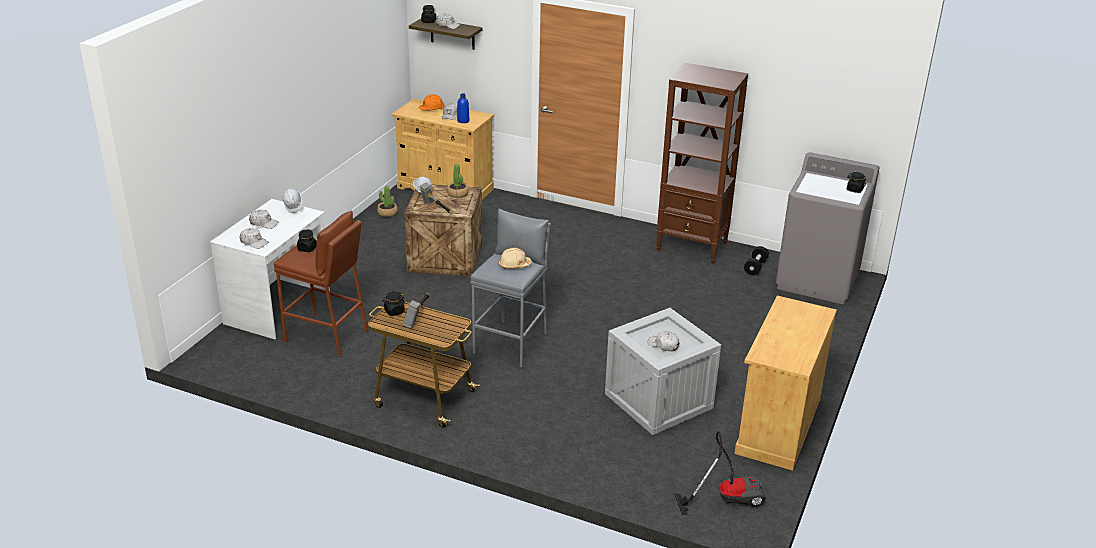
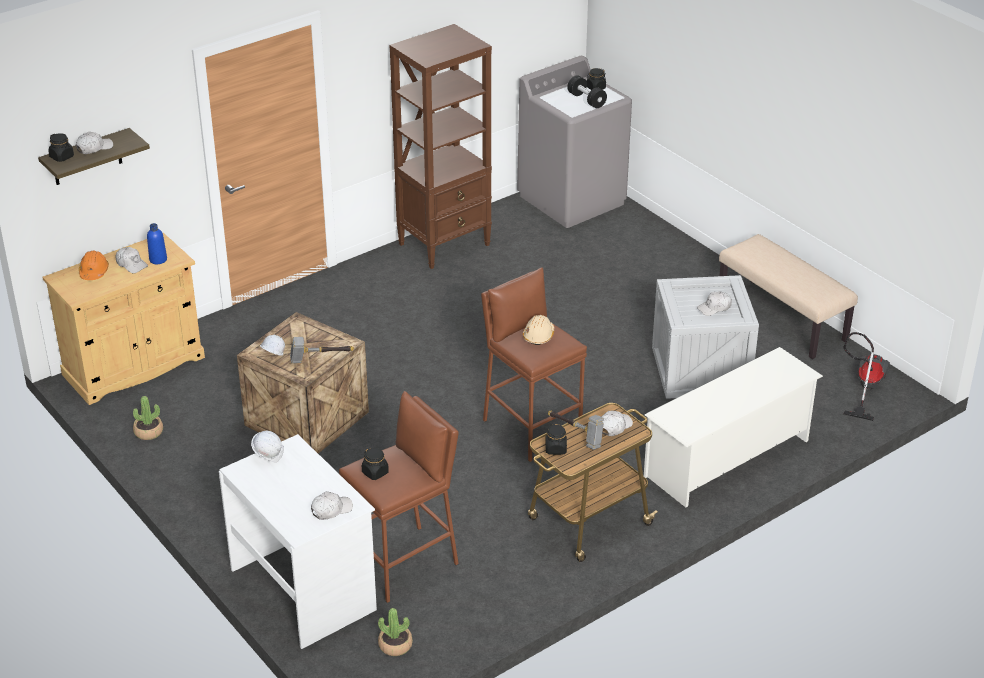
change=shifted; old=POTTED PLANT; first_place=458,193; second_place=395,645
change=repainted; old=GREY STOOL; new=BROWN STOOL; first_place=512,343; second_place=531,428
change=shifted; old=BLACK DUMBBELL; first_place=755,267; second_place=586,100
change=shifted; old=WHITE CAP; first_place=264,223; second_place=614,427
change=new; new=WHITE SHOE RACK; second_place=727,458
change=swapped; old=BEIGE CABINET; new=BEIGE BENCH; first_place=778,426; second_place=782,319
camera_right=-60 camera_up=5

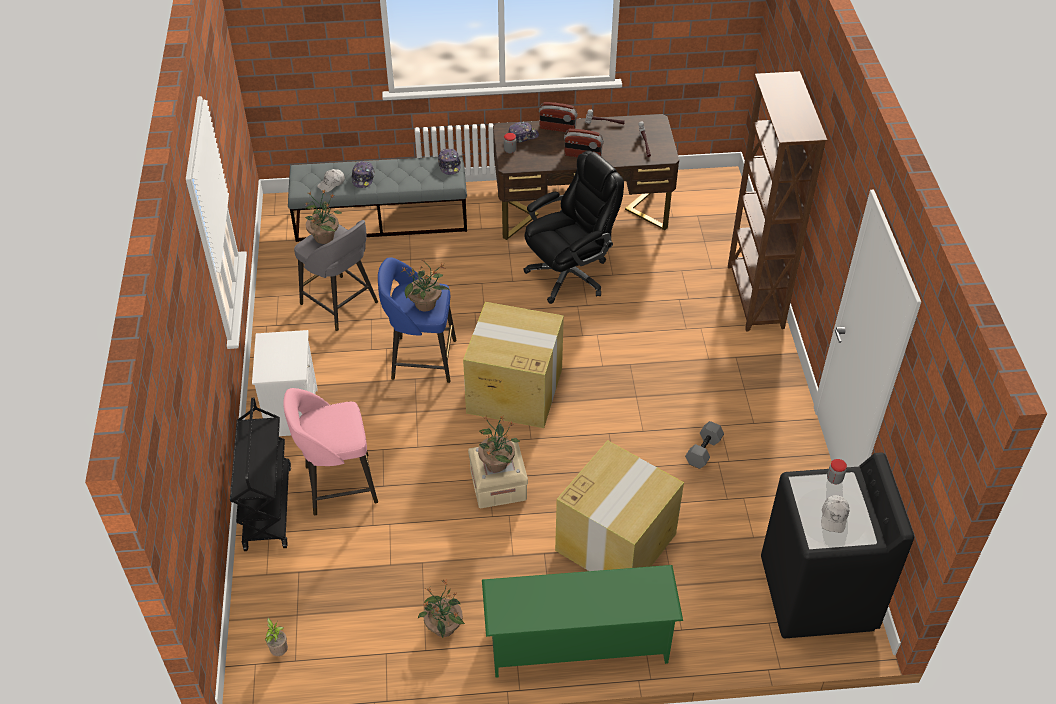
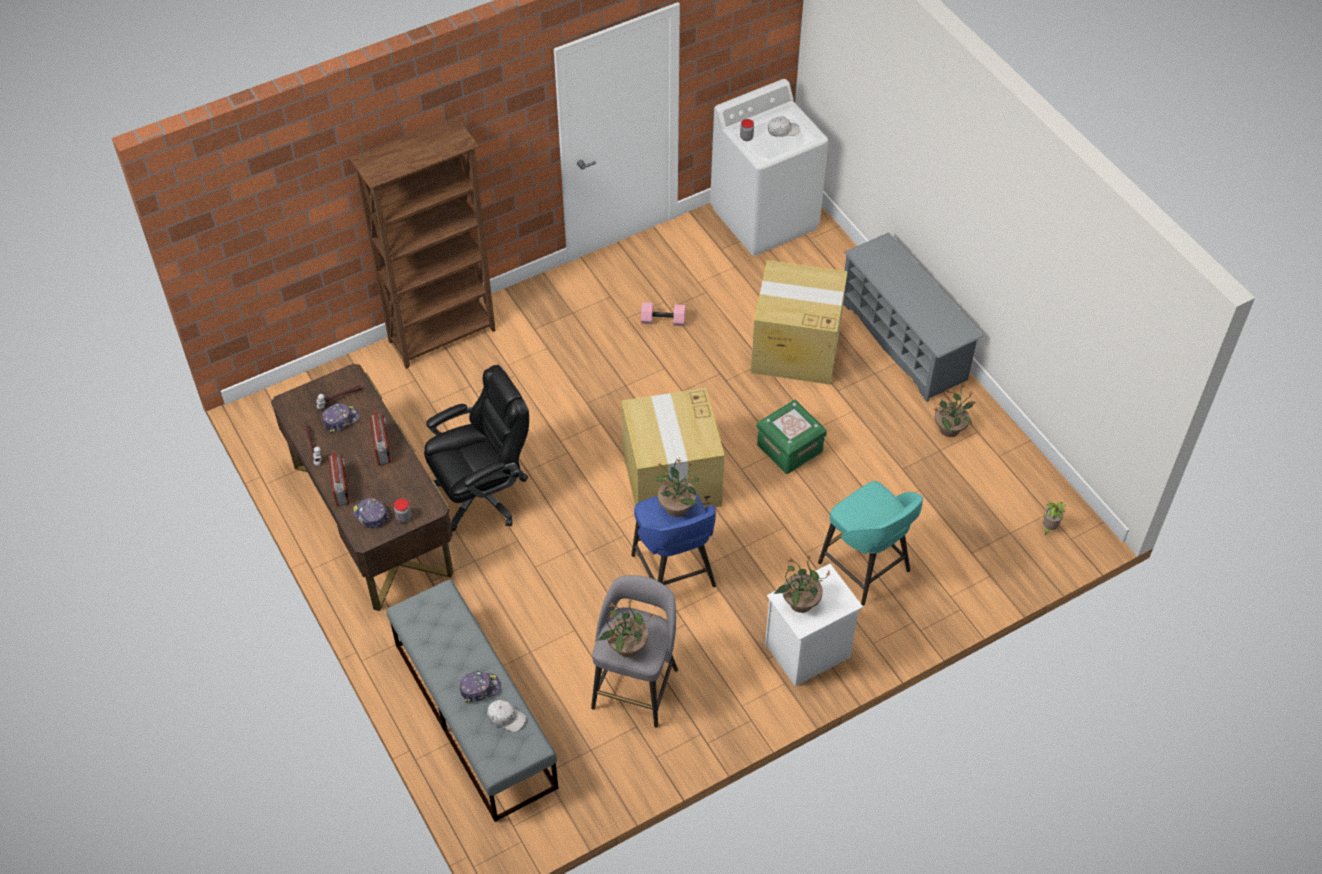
change=shifted; old=CAP; first_place=449,165; second_place=341,420
change=rotated; old=BLACK OFFICE CHAIR; first_place=570,274; second_place=482,494; degrees=120
change=repainted; old=GREY DUMBBELL; new=PINK DUMBBELL; first_place=704,451; second_place=663,320
change=repainted; old=BLACK WASHING MACHINE; new=WHITE WASHING MACHINE; first_place=817,595; second_place=765,218
change=repainted; old=BEIGE STORAGE BOX; new=GREEN STORAGE BOX; first_place=498,485; second_place=789,448
change=shifted; old=POTTED PLANT; first_place=497,462; second_place=800,602
change=repainted; old=PINK STOOL; new=TURQUOISE STOOL; first_place=338,485; second_place=866,569
change=repainted; old=GREEN SHOE RACK; new=GREY SHOE RACK; first_place=578,643; second_place=904,341
change=gone; old=BLACK CART; first_place=267,507
camera_right=-115 camera_up=5

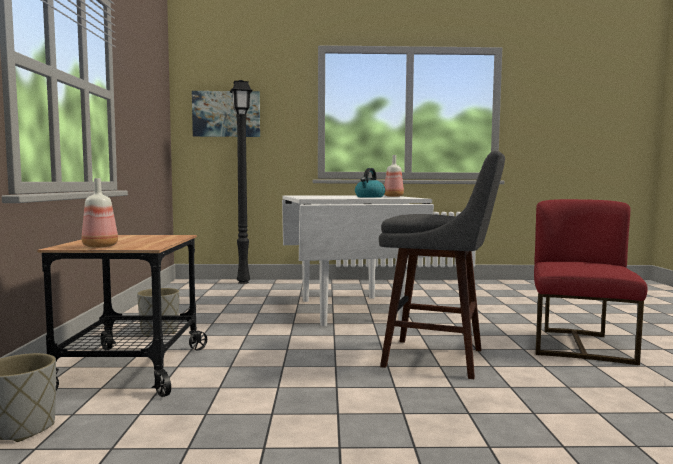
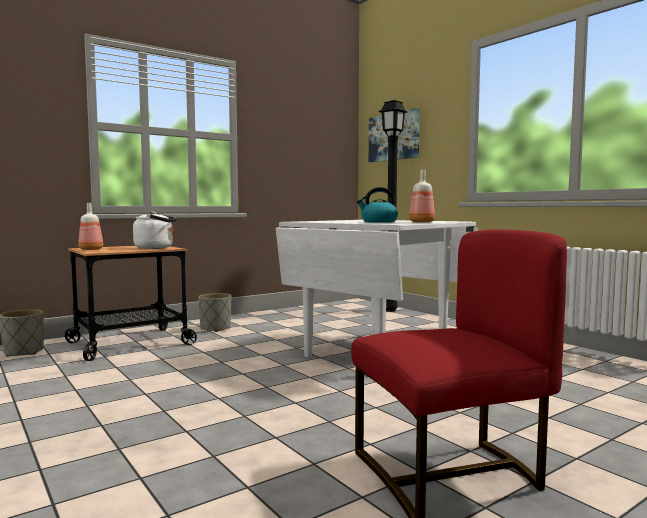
change=new; new=WHITE KETTLE; second_place=156,248
change=gone; old=GREY STOOL; first_place=440,358
camera_right=55 camera_up=0

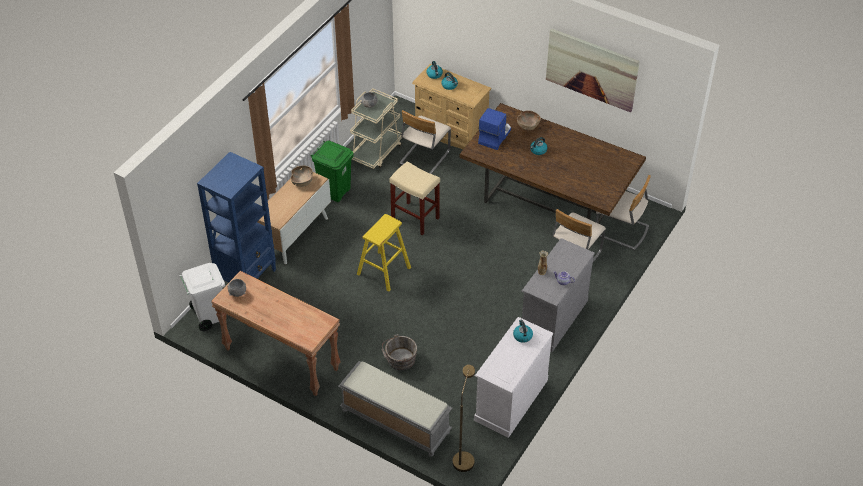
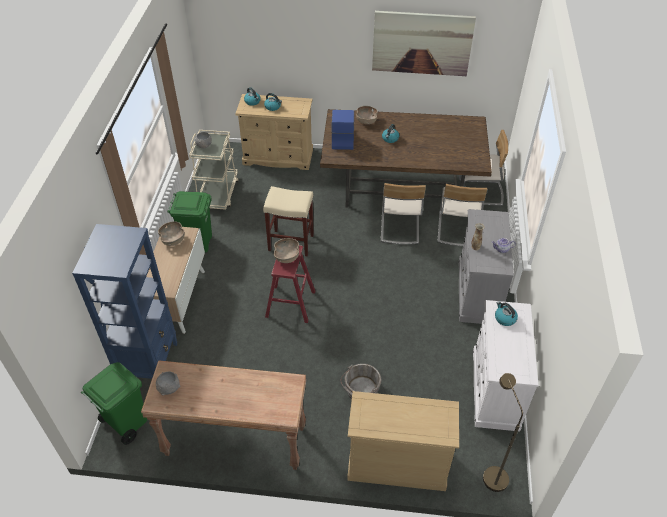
change=repainted; old=WHITE TRASH CAN; new=GREEN TRASH CAN; first_place=209,315; second_place=126,422
change=repainted; old=YELLOW STOOL; new=RED STOOL; first_place=384,271; second_place=290,304
change=new; new=BROWN BOWL; second_place=287,257
change=swapped; old=GREY BENCH; new=BEIGE DRESSER; first_place=394,421; second_place=397,463
change=shifted; old=BEIGE CHAIR; first_place=424,157; second_place=399,227
camera_right=-25 camera_up=0

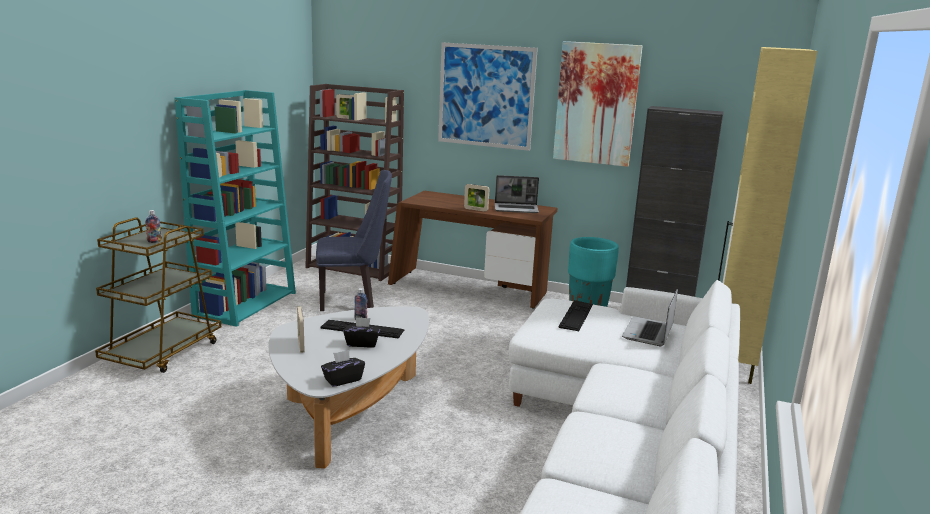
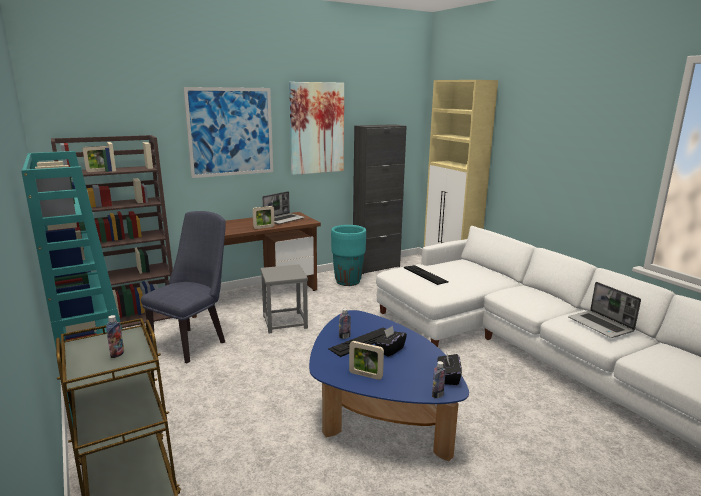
change=new; new=GREY STOOL; second_place=285,322
change=repainted; old=WHITE COFFEE TABLE; new=BLUE COFFEE TABLE; first_place=351,410; second_place=377,412
change=new; new=BOTTLE; second_place=437,395
change=shifted; old=LAPTOP; first_place=648,333; second_place=601,325
camera_right=-50 camera_up=0

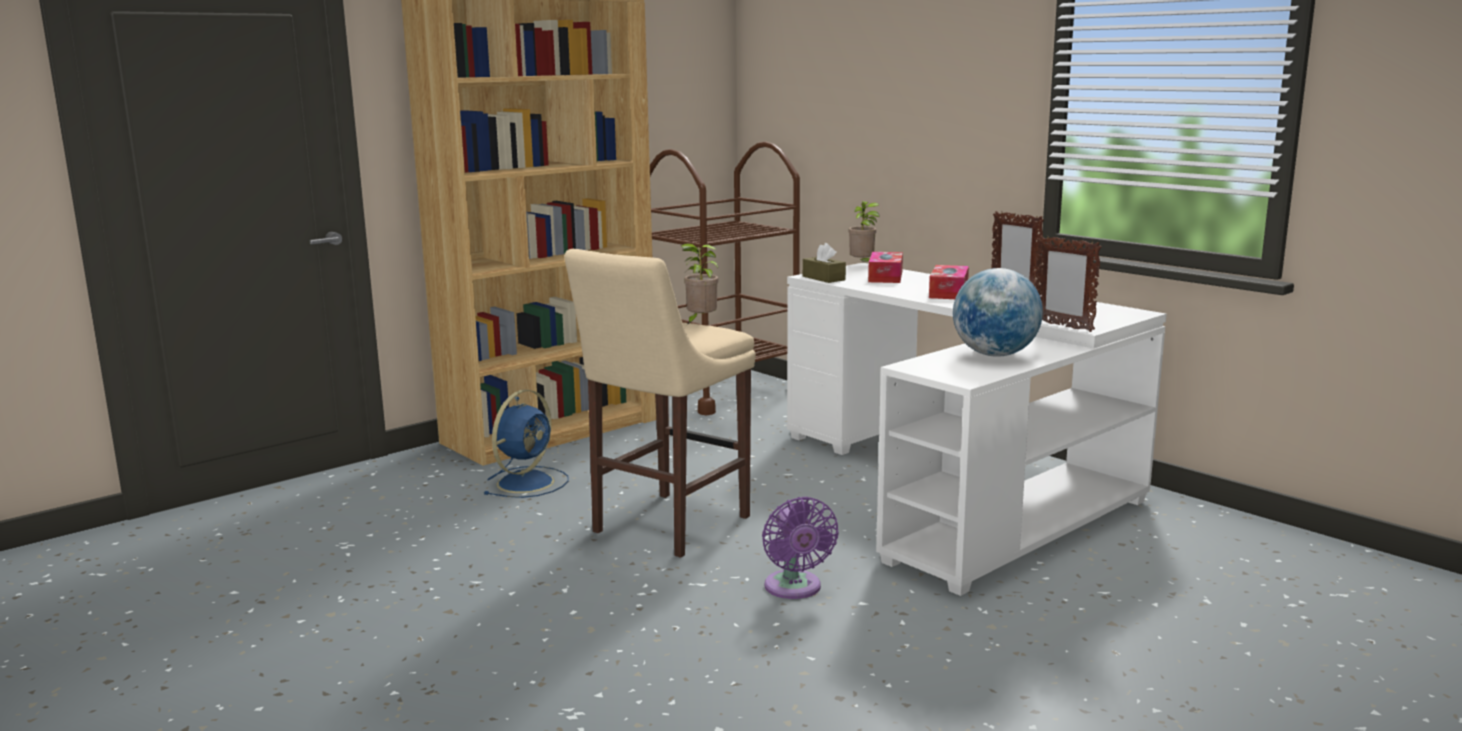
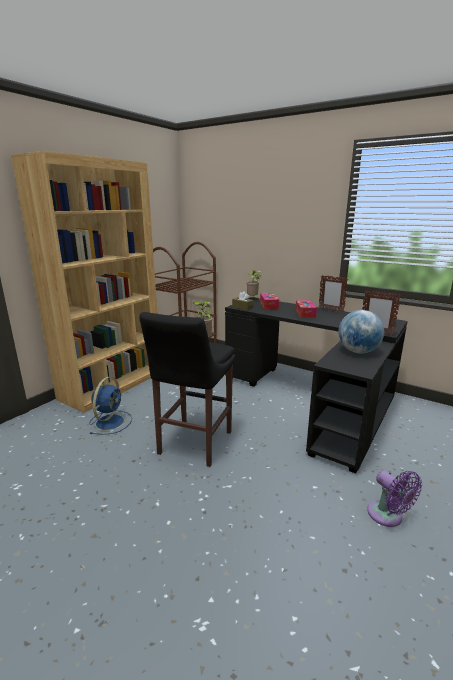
change=repainted; old=BEIGE STOOL; new=BLACK STOOL; first_place=666,526; second_place=193,444
change=repainted; old=WHITE DESK; new=BLACK DESK; first_place=959,487; second_place=314,400
change=shifted; old=PURPLE FAN; first_place=794,589; second_place=387,516
camera_right=-15 camera_up=5

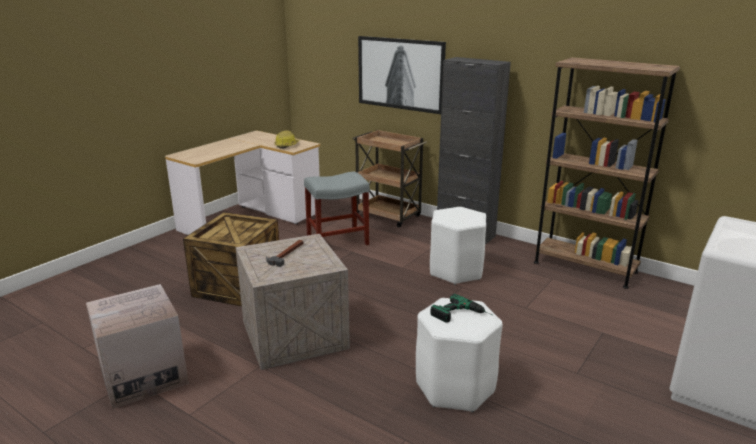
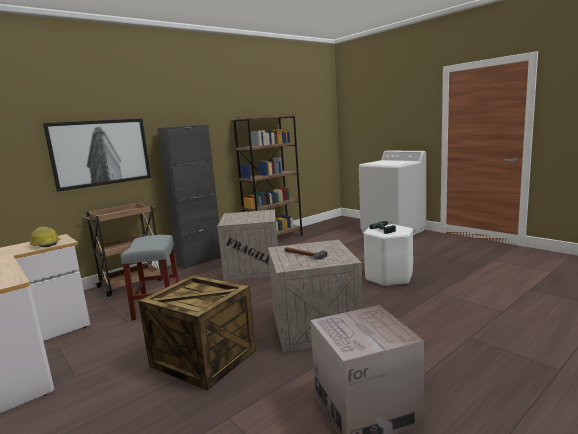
change=swapped; old=WHITE STOOL; new=CRATE; first_place=456,271; second_place=253,267
camera_right=-75 camera_up=-10

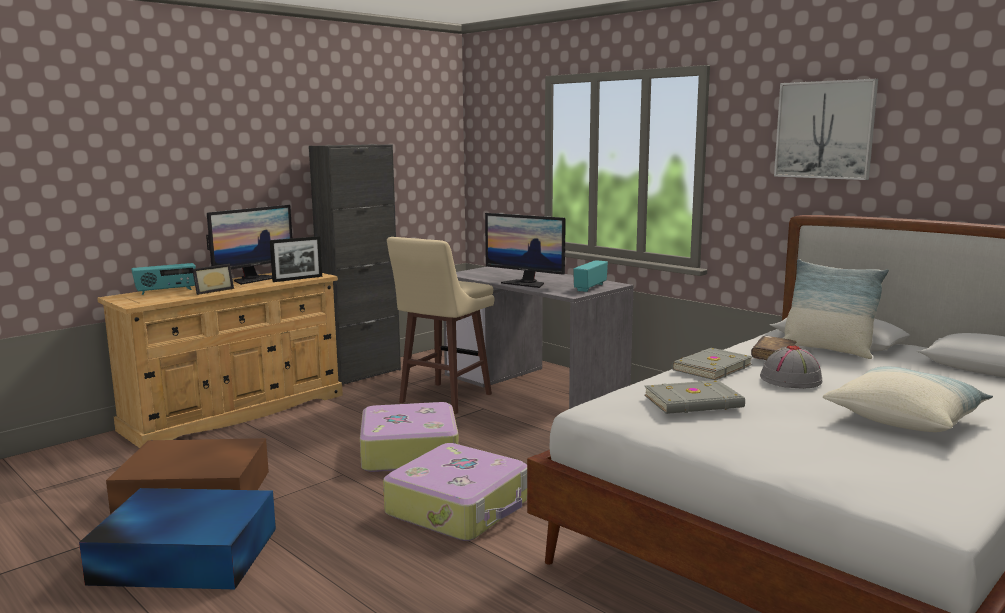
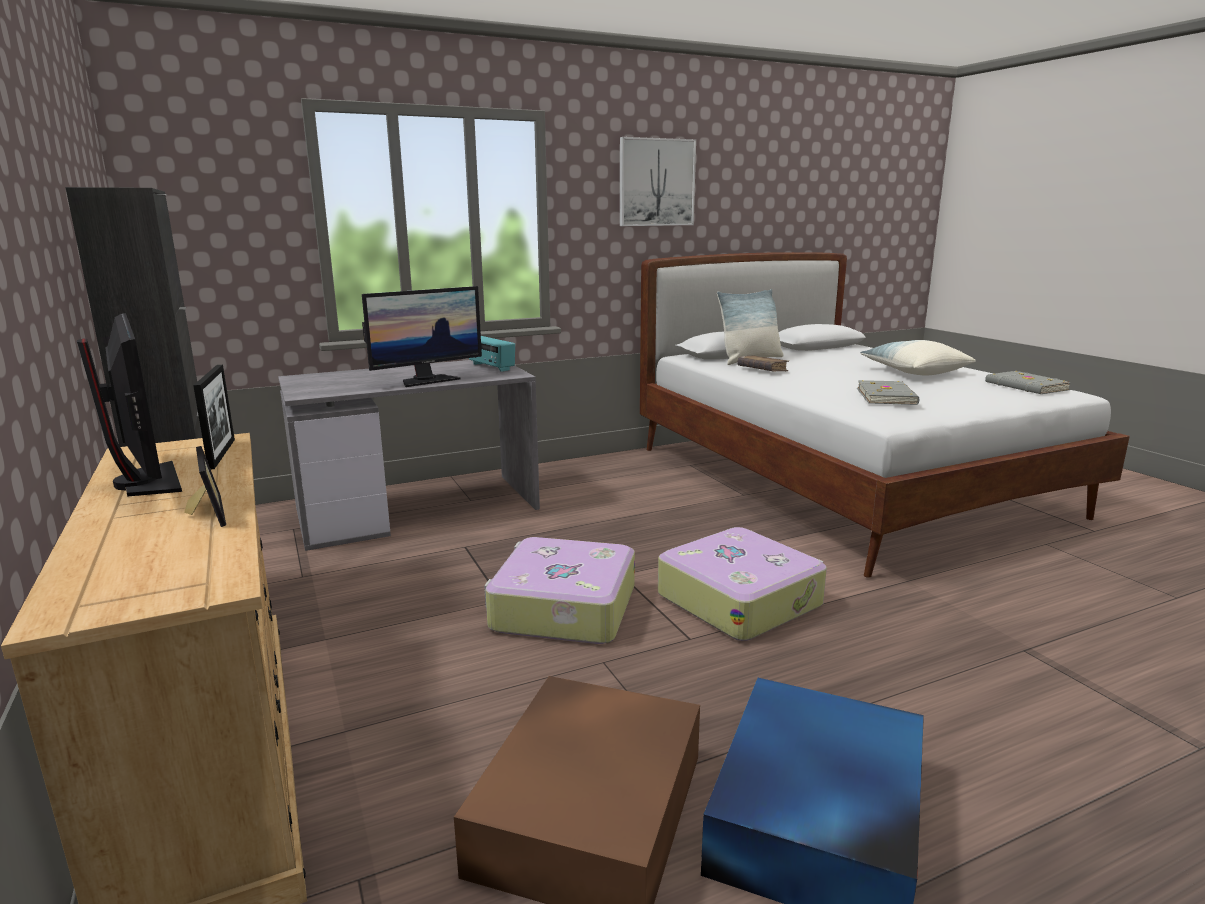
change=shifted; old=GREY BOOK; first_place=710,367; second_place=1025,386
change=gone; old=RADIO; first_place=166,291
change=gone; old=BEIGE STOOL; first_place=443,399
change=gone; old=GREY HAT; first_place=791,380
camera_right=-70 camera_up=5

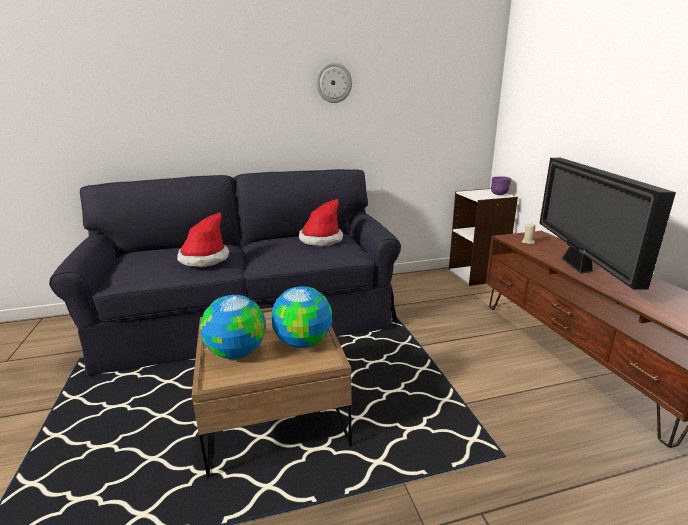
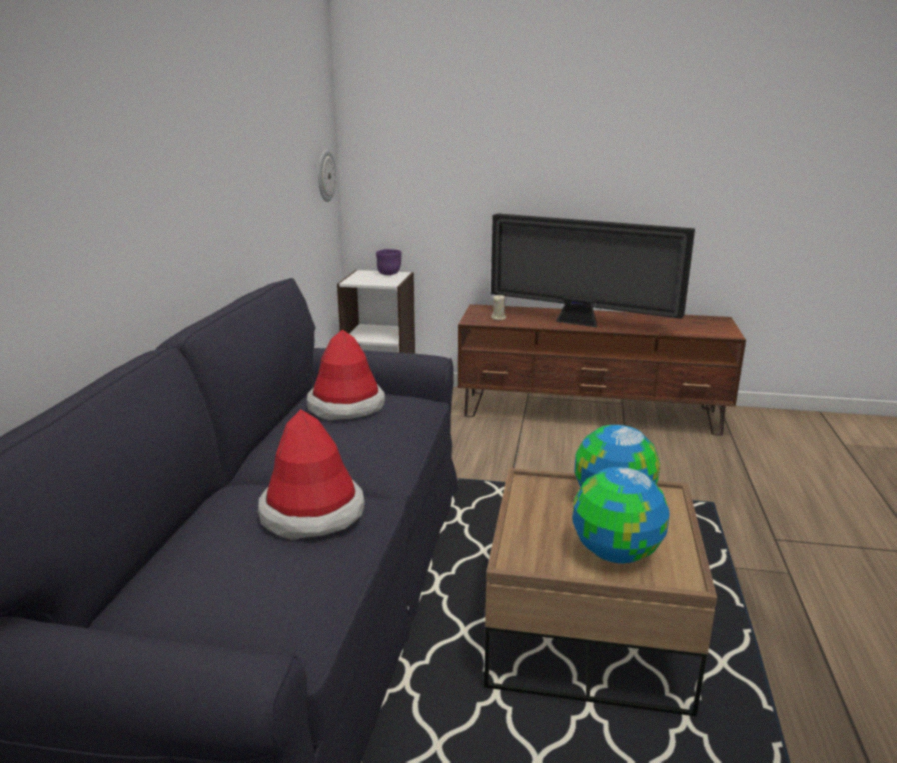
change=shifted; old=WALL CLOCK; first_place=333,83; second_place=325,176
camera_right=-65 camera_up=0

